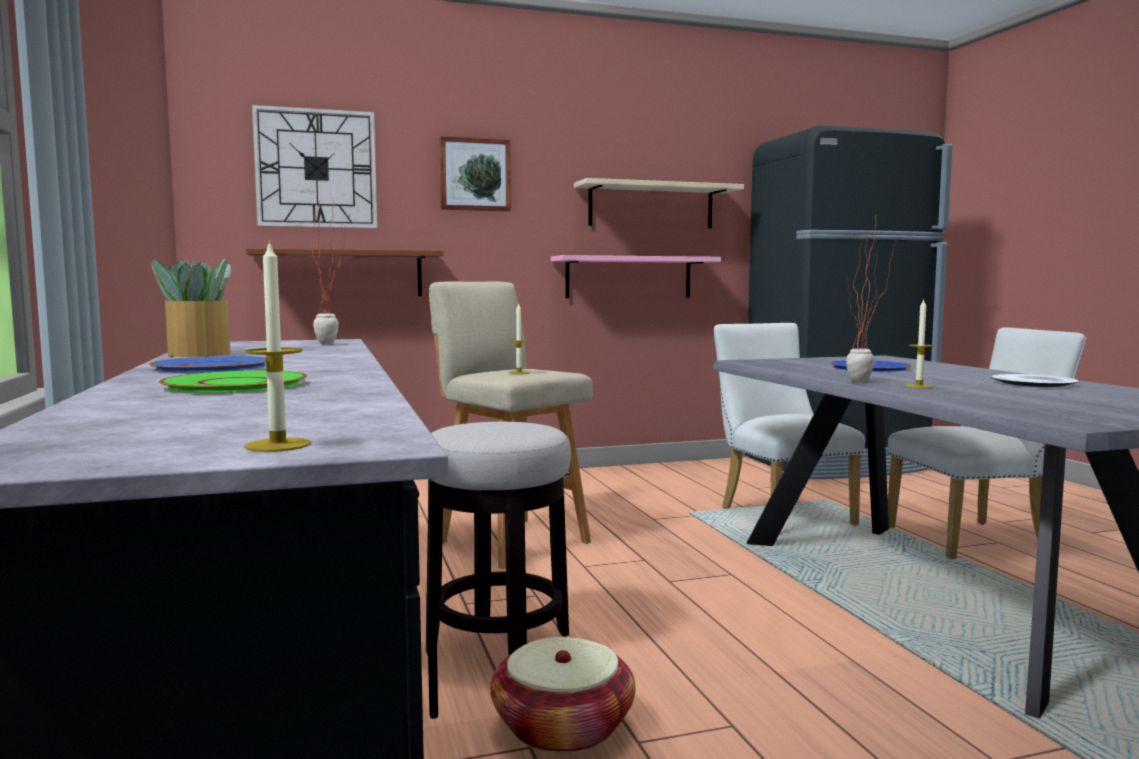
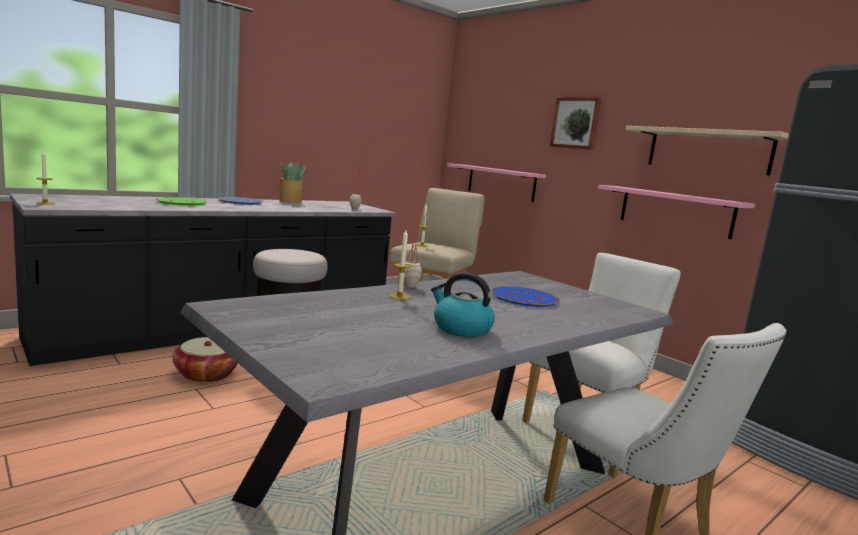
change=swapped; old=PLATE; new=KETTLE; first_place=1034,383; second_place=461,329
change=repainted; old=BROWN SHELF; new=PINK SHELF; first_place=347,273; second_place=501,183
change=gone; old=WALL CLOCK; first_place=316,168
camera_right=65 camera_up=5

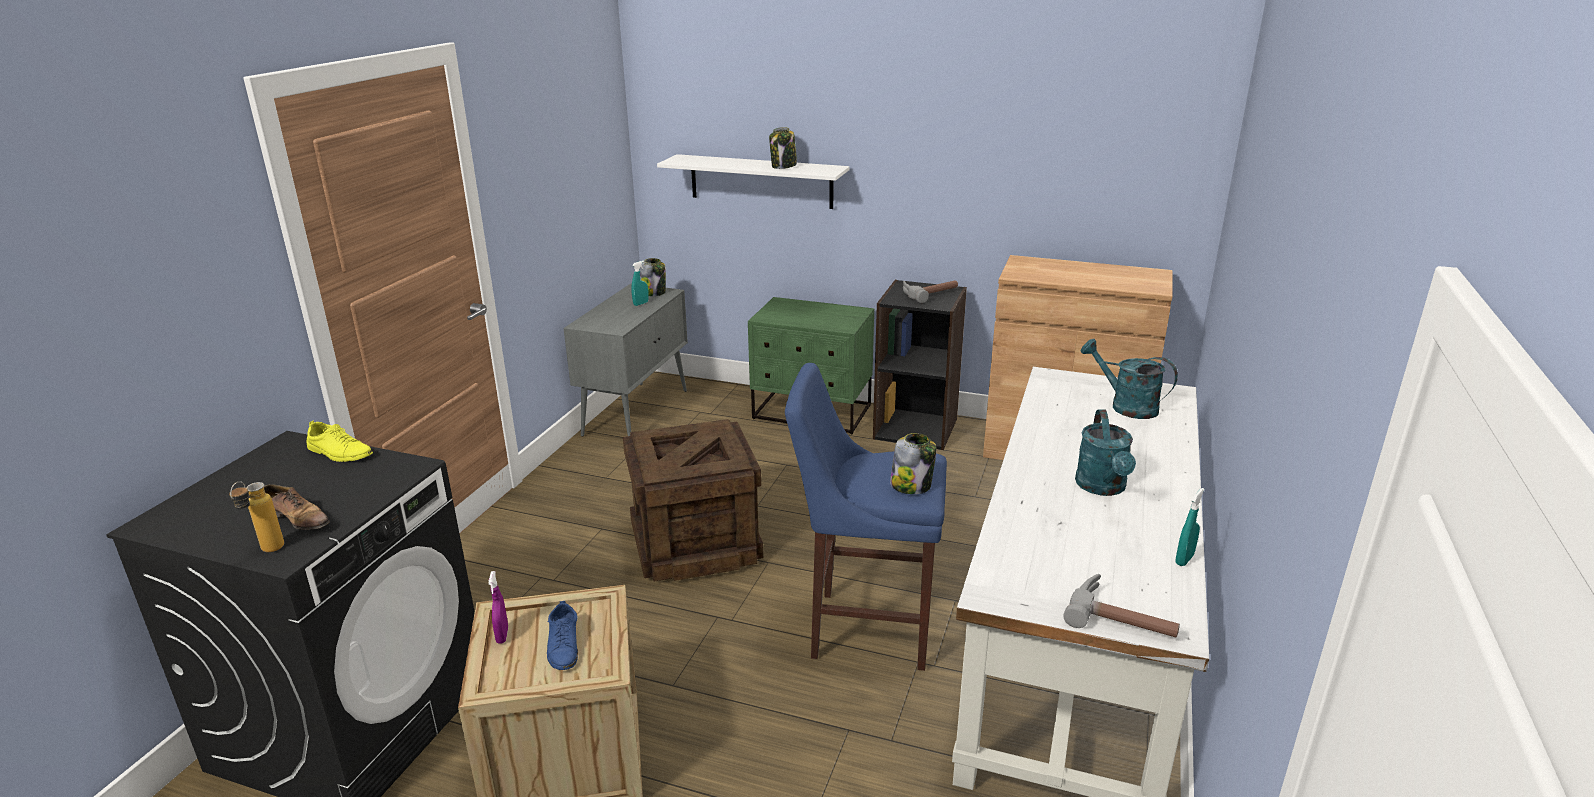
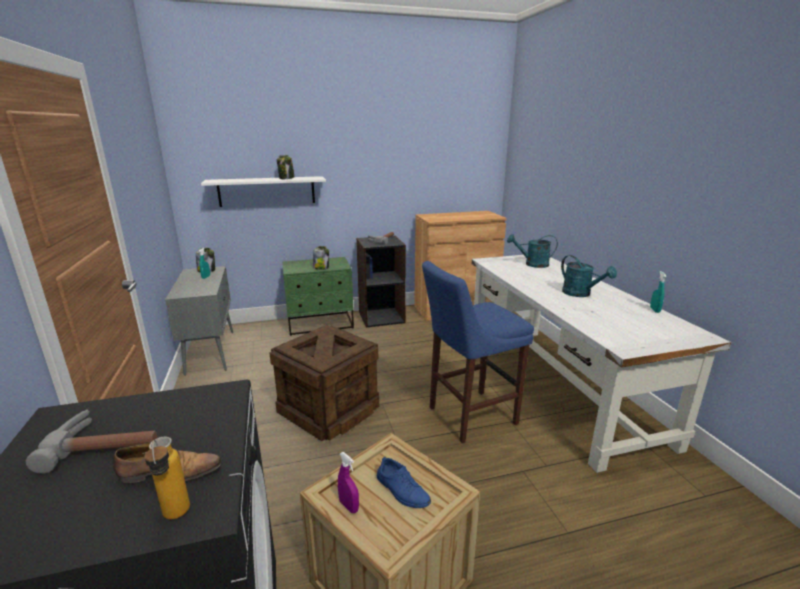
change=shifted; old=HAMMER; first_place=1123,618; second_place=108,443
change=shifted; old=JAR; first_place=911,485; second_place=321,268
change=gone; old=YELLOW SHOE; first_place=340,452
camera_right=-35 camera_up=-5

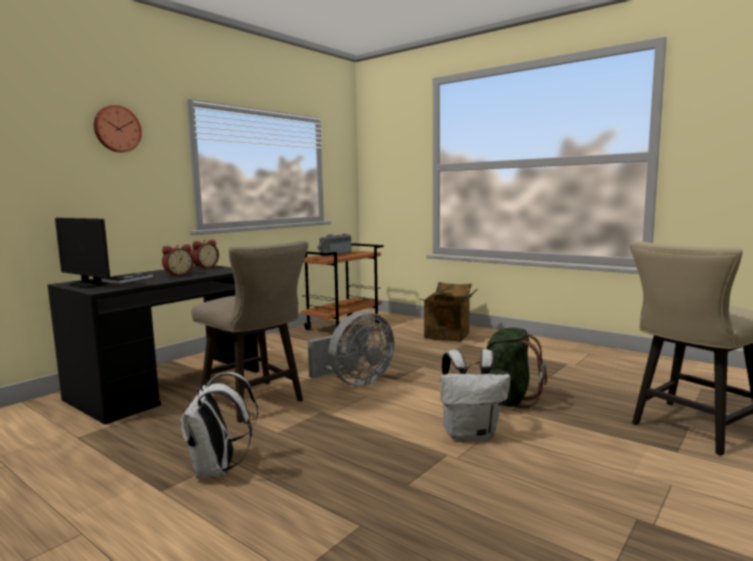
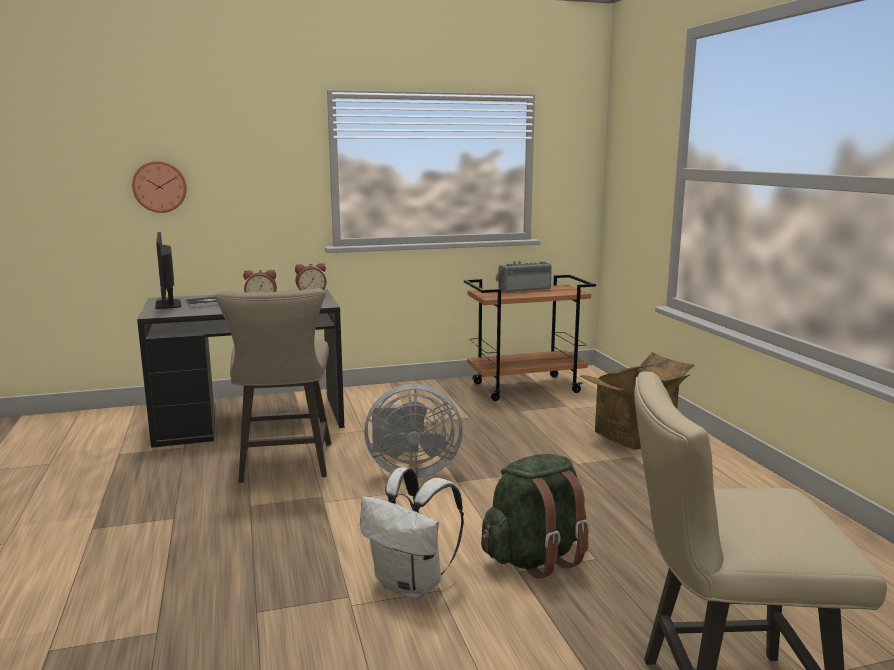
change=shifted; old=WALL CLOCK; first_place=117,129; second_place=160,186
change=gone; old=WHITE BACKPACK; first_place=218,470
camera_right=35 camera_up=5

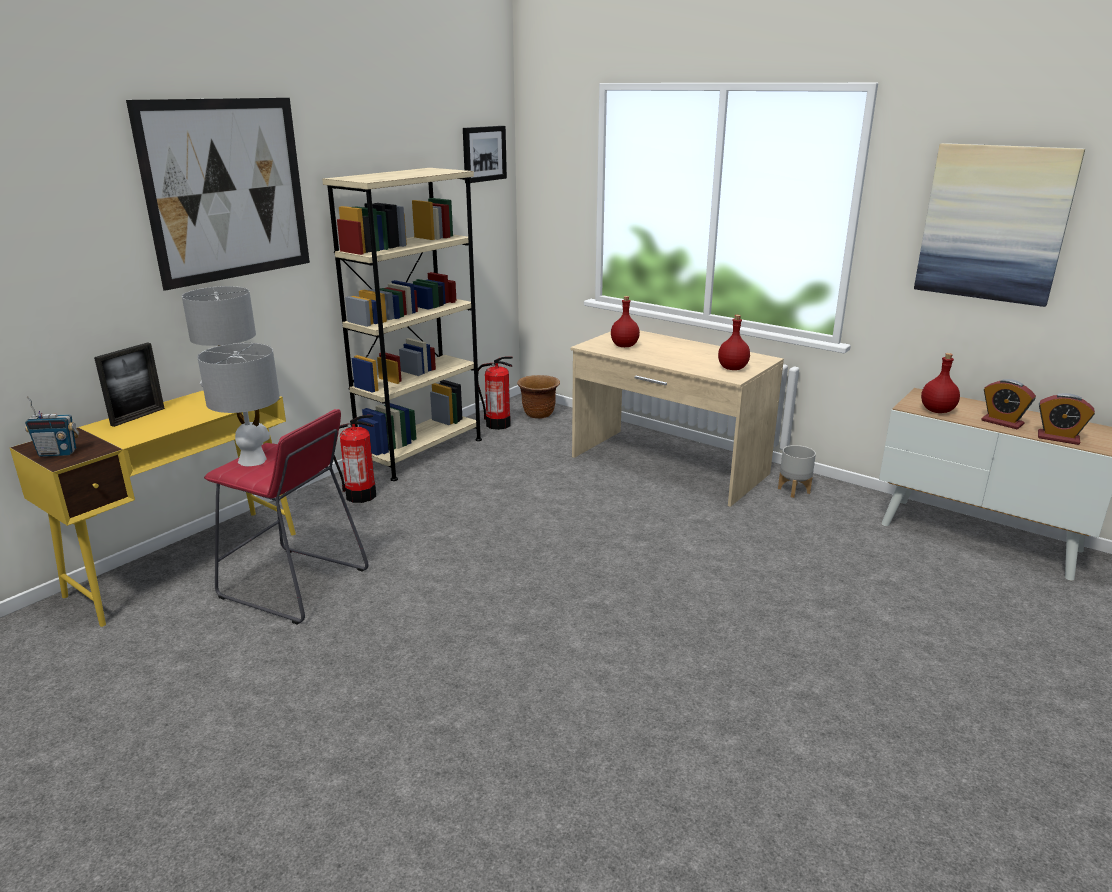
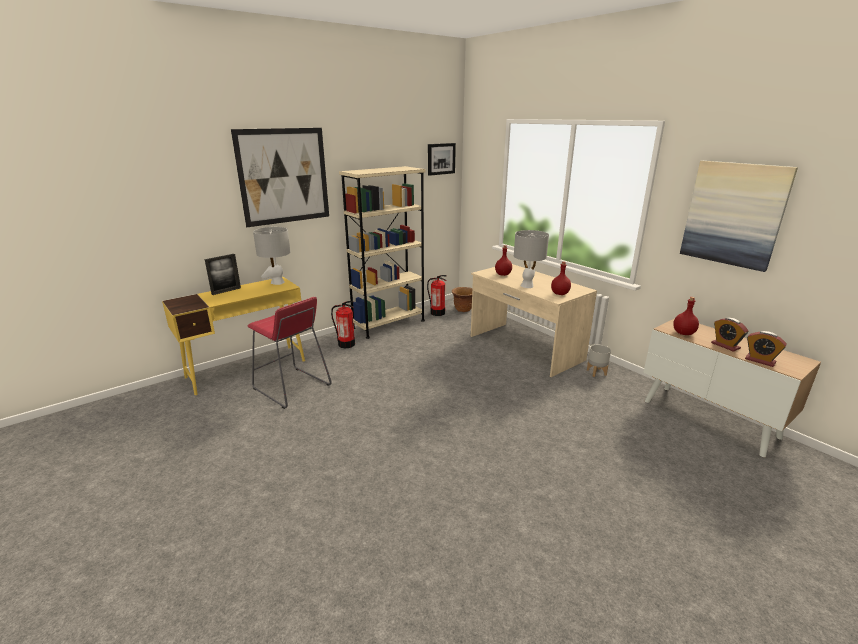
change=shifted; old=GREY TABLE LAMP; first_place=253,460; second_place=527,286
change=gone; old=RADIO; first_place=58,453
camera_right=15 camera_up=0

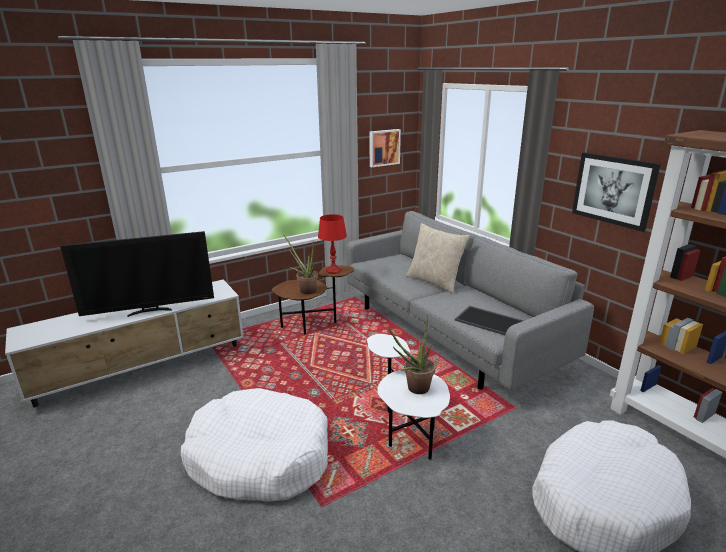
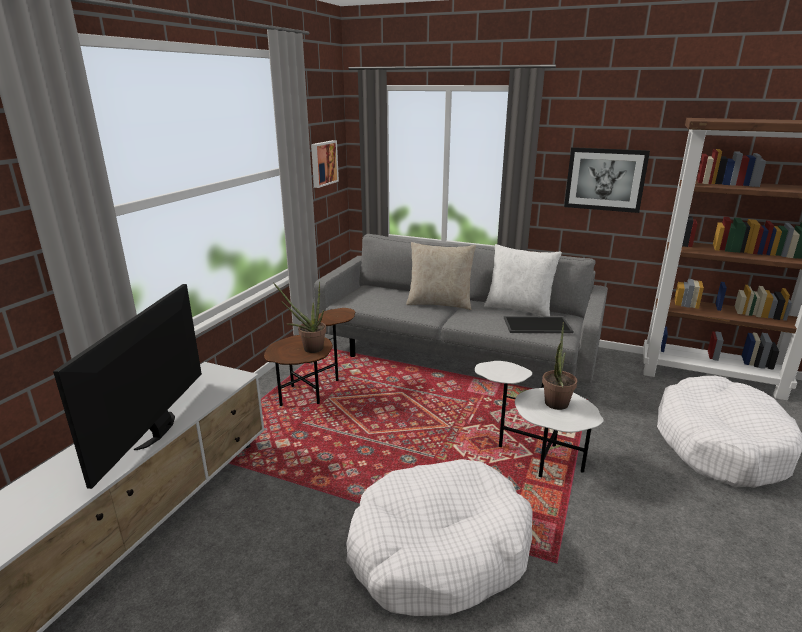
change=rotated; old=TELEVISION; first_place=150,311; second_place=159,431; degrees=150
change=new; new=WHITE PILLOW; second_place=519,308
change=gone; old=RED TABLE LAMP; first_place=333,271
camera_right=-35 camera_up=0

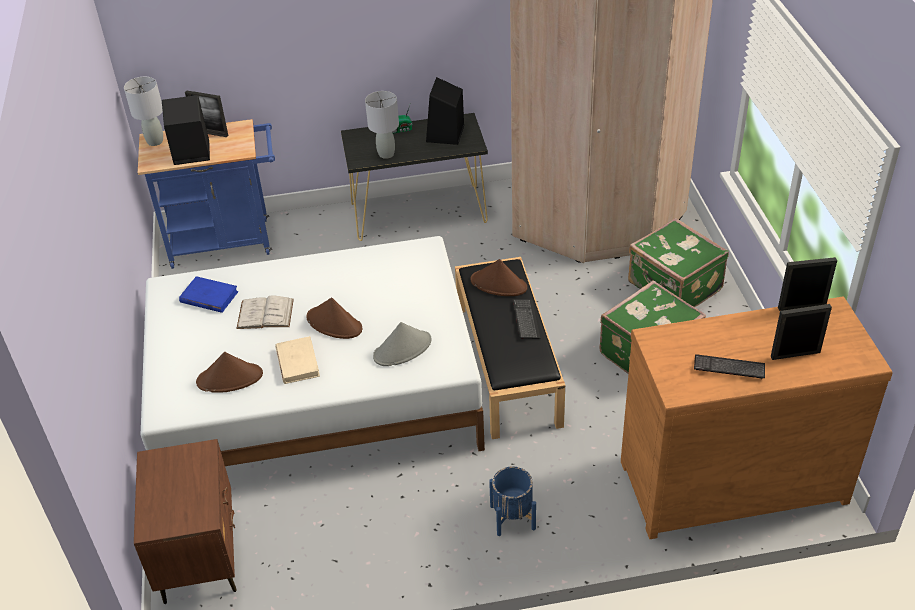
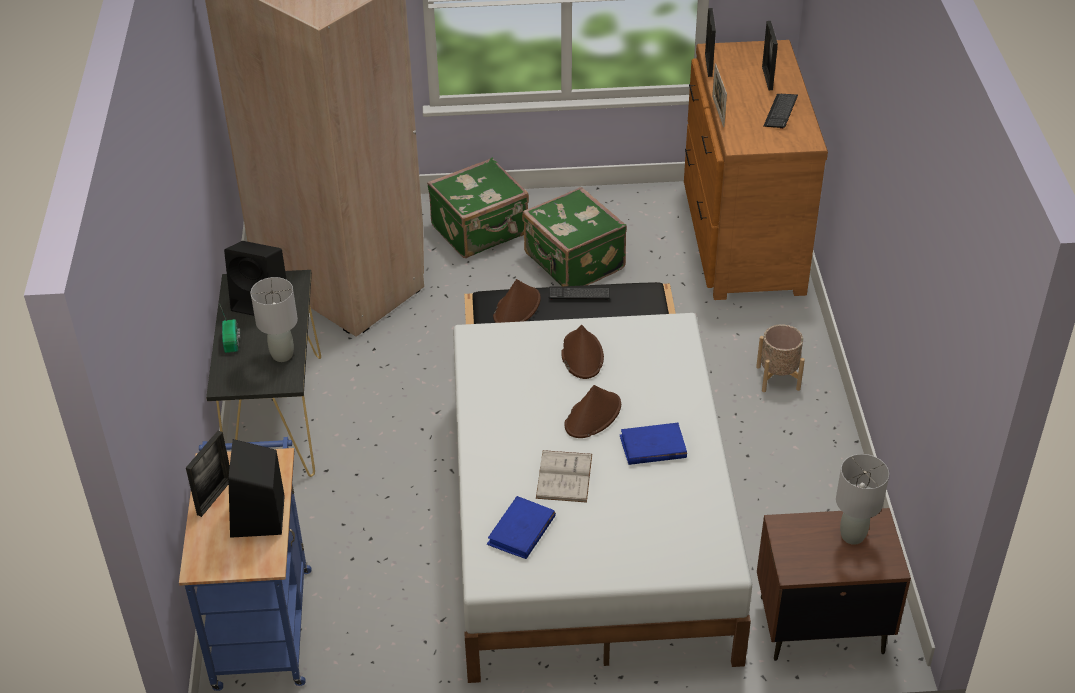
change=shifted; old=BROWN HAT; first_place=230,378; second_place=582,355
change=repainted; old=BEIGE BOOK; new=BLUE BOOK; first_place=297,362; second_place=652,447
change=new; new=PICTURE FRAME; second_place=718,111
change=repainted; old=BLUE PLANTER; new=BEIGE PLANTER; first_place=513,517; second_place=778,377
change=shifted; old=GREY TABLE LAMP; first_place=155,141; second_place=852,536
change=gone; old=GREY HAT; first_place=402,349
camera_right=-85 camera_up=0

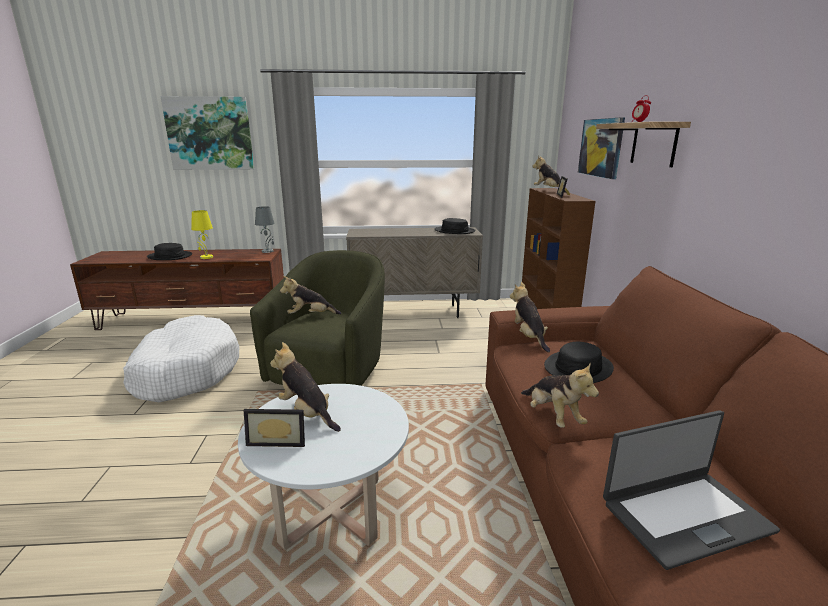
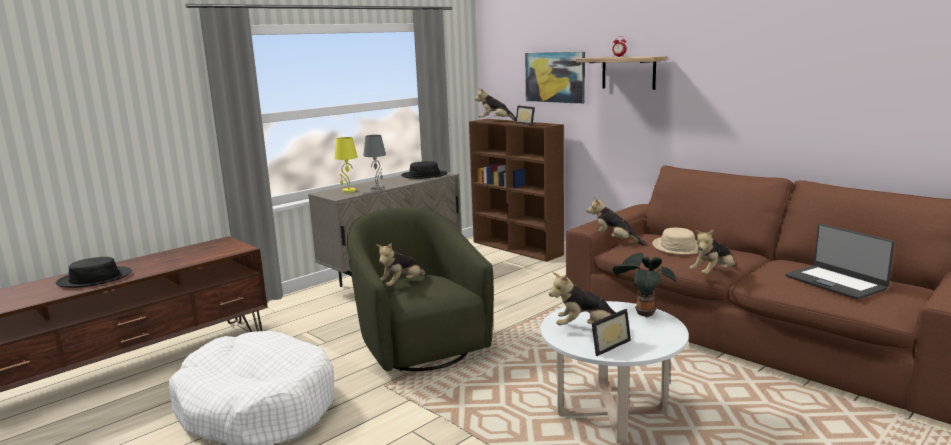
change=shifted; old=YELLOW TABLE LAMP; first_place=206,257; second_place=348,191
change=shifted; old=GREY TABLE LAMP; first_place=268,251; second_place=377,188
change=new; new=POTTED PLANT; second_place=643,313
change=repainted; old=BLACK HAT; new=BEIGE HAT; first_place=578,368; second_place=677,247
change=rotated; old=PLUSH TOY; first_place=553,416; second_place=713,274; degrees=120
change=rotated; old=LAPTOP; first_place=684,515; second_place=835,282; degrees=120
change=gone; old=PICTURE; first_place=209,134
camera_right=-40 camera_up=-5

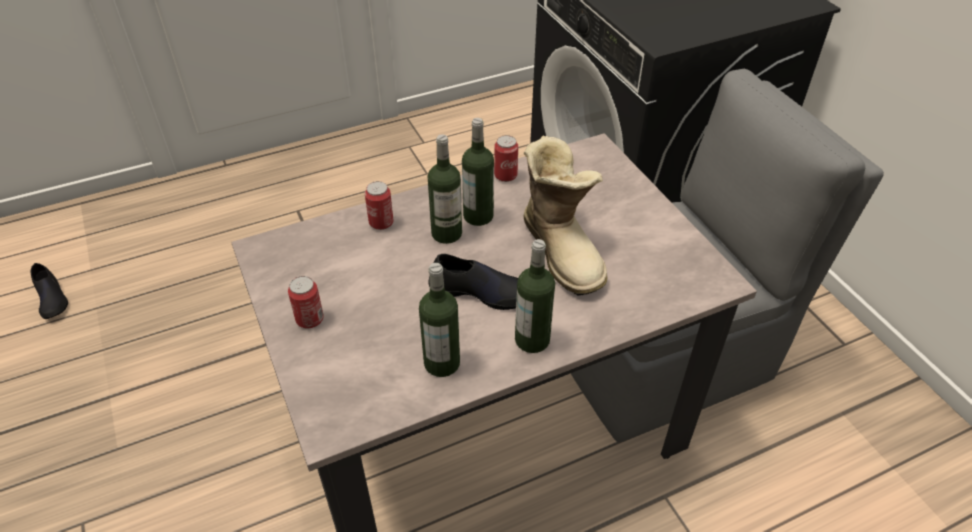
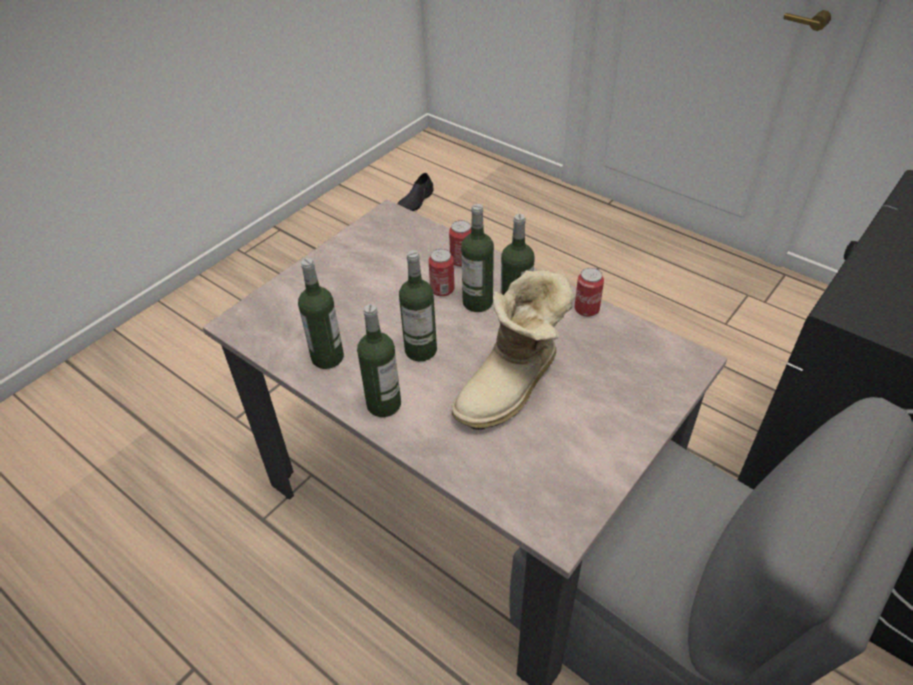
change=swapped; old=BLACK SHOE; new=BOTTLE; first_place=480,291; second_place=421,350
change=shifted; old=CAN; first_place=310,319; second_place=442,290
camera_right=65 camera_up=0

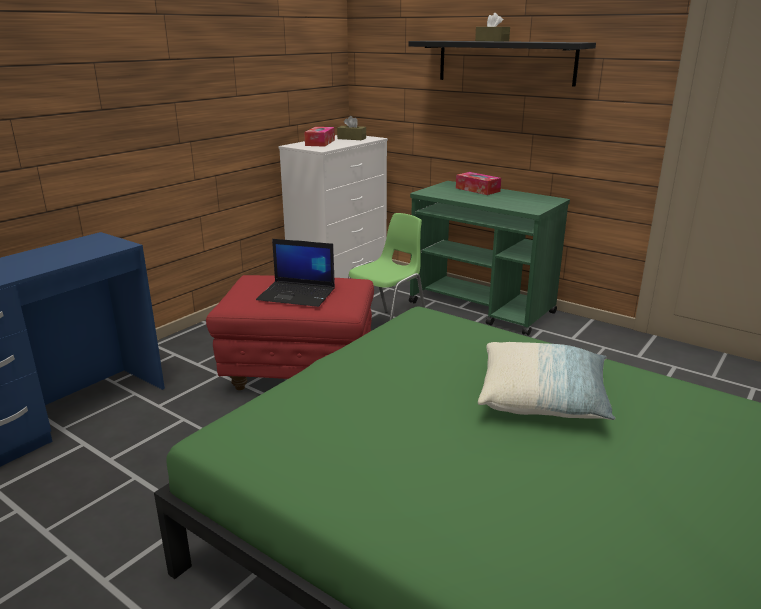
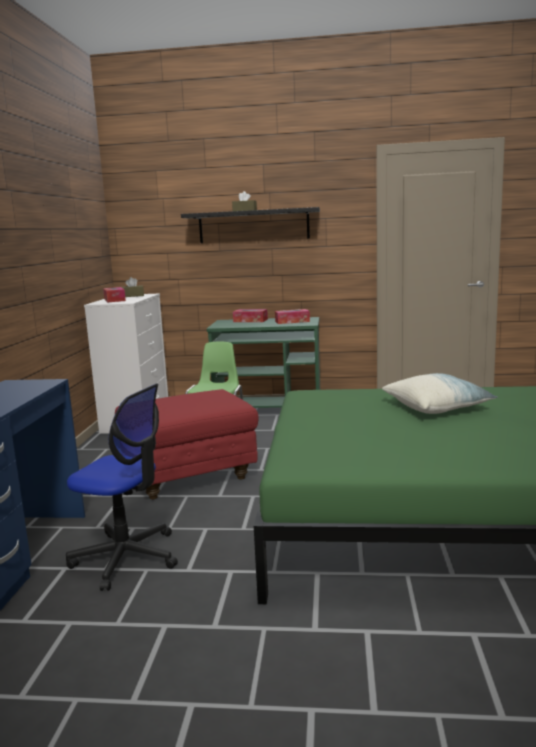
change=new; new=OFFICE CHAIR; second_place=127,557
change=new; new=TISSUE BOX; second_place=292,321
change=gone; old=LAPTOP; first_place=298,294
camera_right=-30 camera_up=-10

